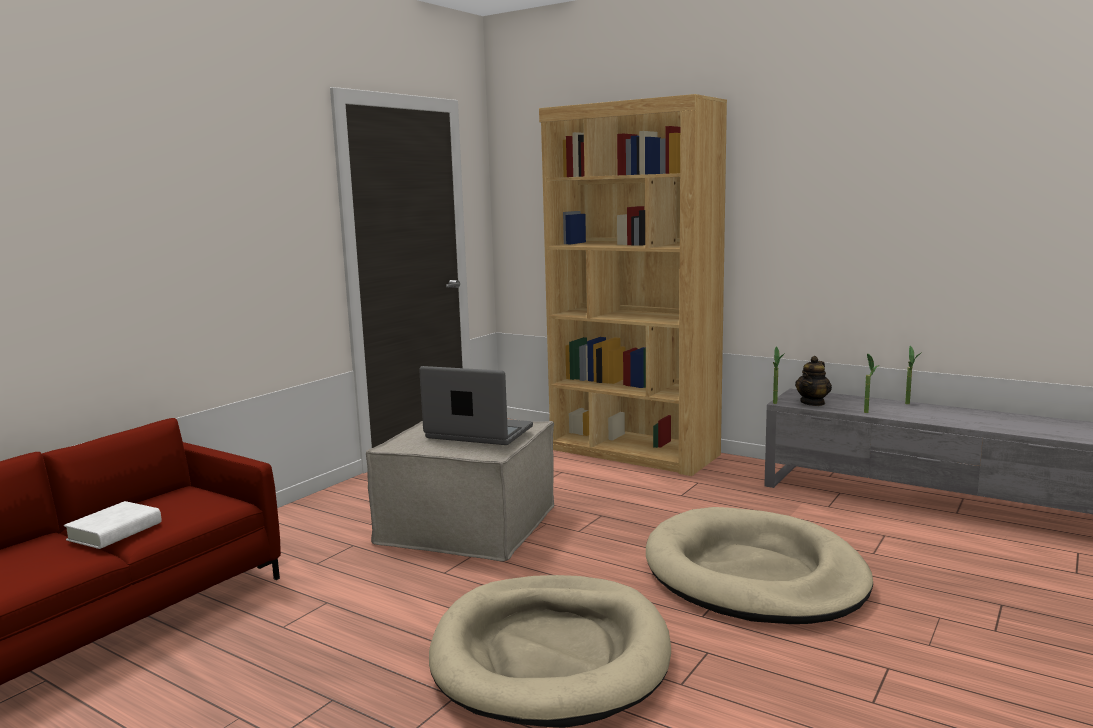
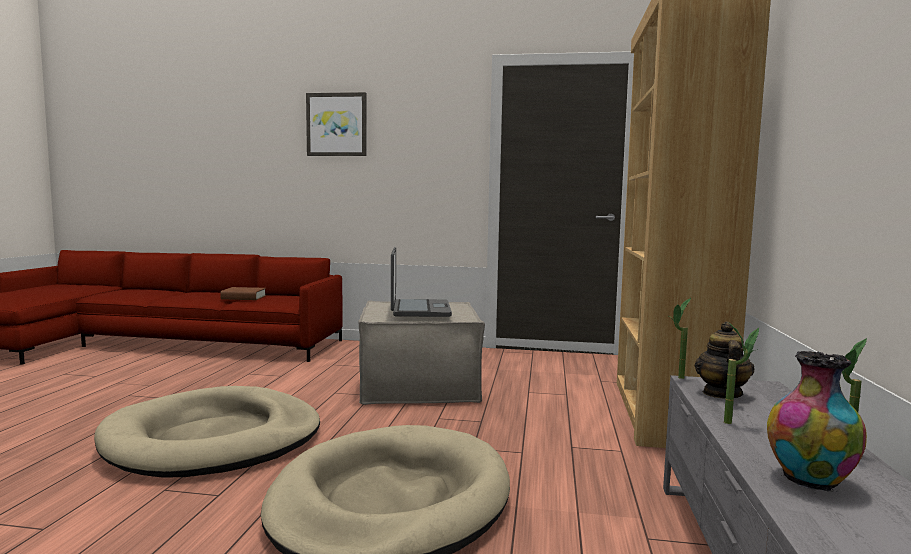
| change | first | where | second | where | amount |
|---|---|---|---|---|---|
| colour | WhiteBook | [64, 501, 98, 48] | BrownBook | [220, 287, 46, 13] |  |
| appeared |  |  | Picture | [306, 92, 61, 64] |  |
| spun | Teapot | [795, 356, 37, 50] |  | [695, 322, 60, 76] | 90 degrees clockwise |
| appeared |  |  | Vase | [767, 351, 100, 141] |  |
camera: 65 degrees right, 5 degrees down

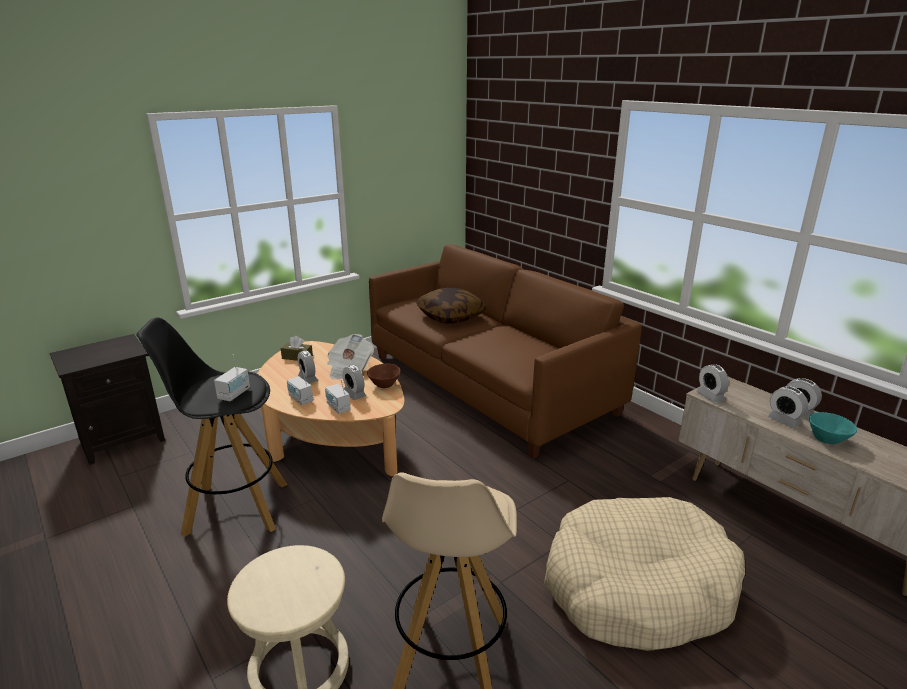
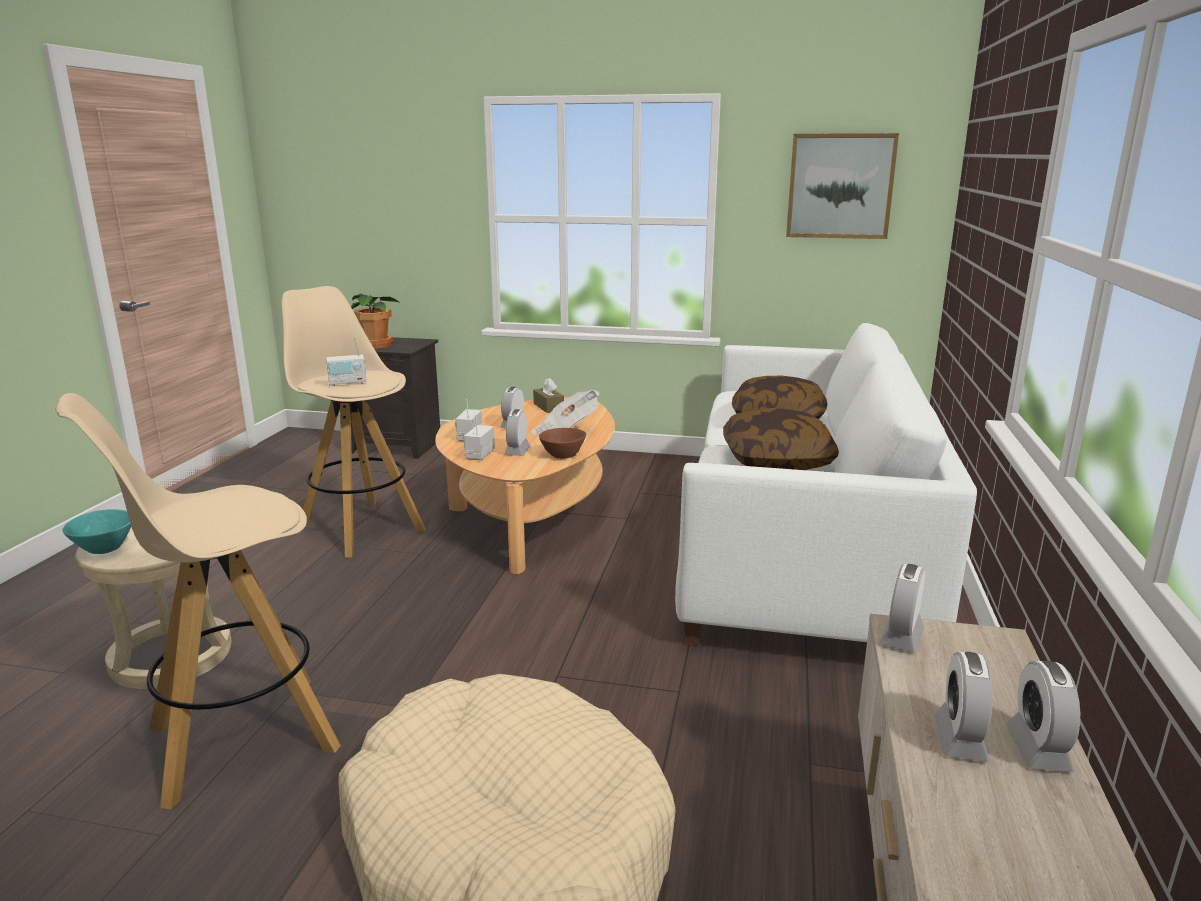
| change | first | where | second | where | amount |
|---|---|---|---|---|---|
| relocated | TurquoiseBowl | [809, 412, 48, 32] |  | [62, 509, 69, 45] |  |
| colour | BlackStool | [136, 317, 152, 220] | BeigeStool | [282, 286, 144, 271] |  |
| appeared |  |  | PottedPlant | [351, 294, 50, 55] |  |
| colour | BrownSofa | [369, 244, 273, 215] | WhiteSofa | [675, 323, 302, 323] |  |
| appeared |  |  | Pillow | [723, 408, 116, 62] |  |
| appeared |  |  | Picture | [786, 133, 113, 106] |  |
camera: 50 degrees right, 5 degrees down

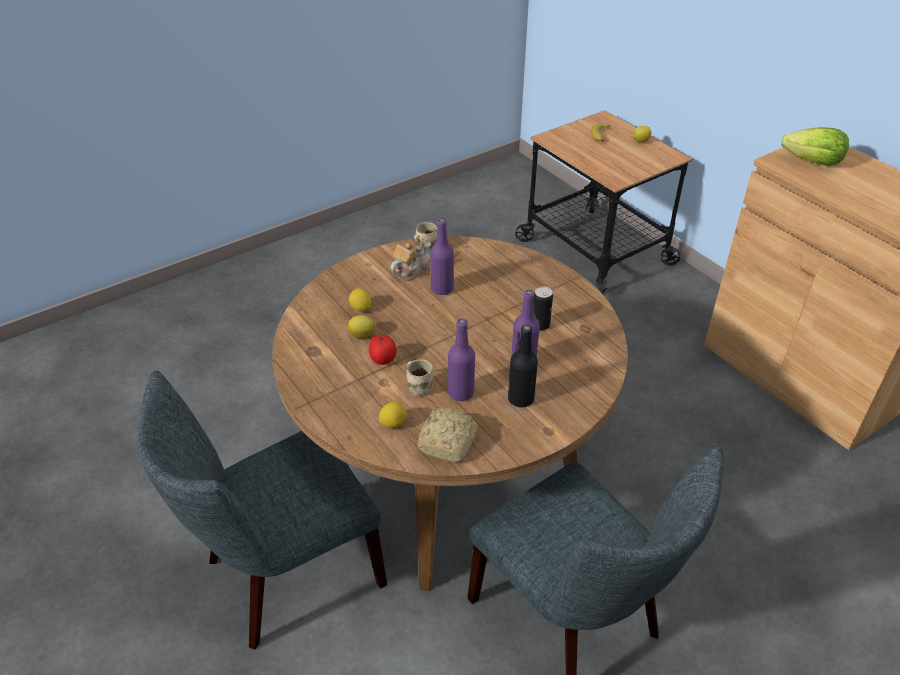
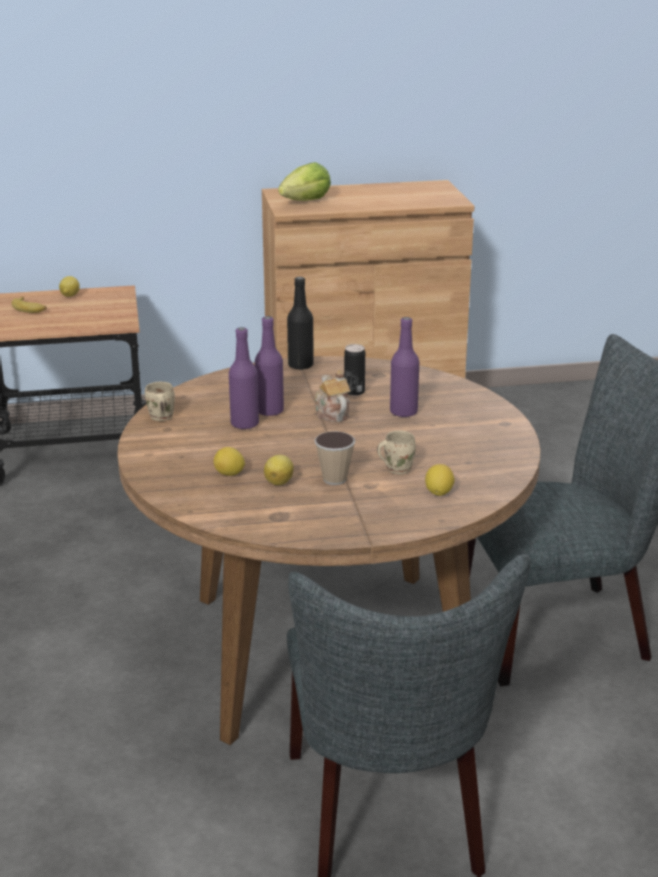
| change | first | where | second | where | amount |
|---|---|---|---|---|---|
| relocated | PurpleBottle | [448, 319, 27, 82] |  | [255, 316, 29, 100] |  |
| relocated | BlackBottle | [508, 325, 30, 83] |  | [287, 277, 27, 93] |  |
| relocated | Teapot | [390, 243, 41, 38] |  | [315, 370, 35, 52] |  |
| exchanged | Tomato | [369, 335, 28, 30] | Cup | [315, 431, 40, 54] |  |
| missing | Bread | [418, 408, 60, 54] |  |  |  |
camera: 65 degrees left, 15 degrees down

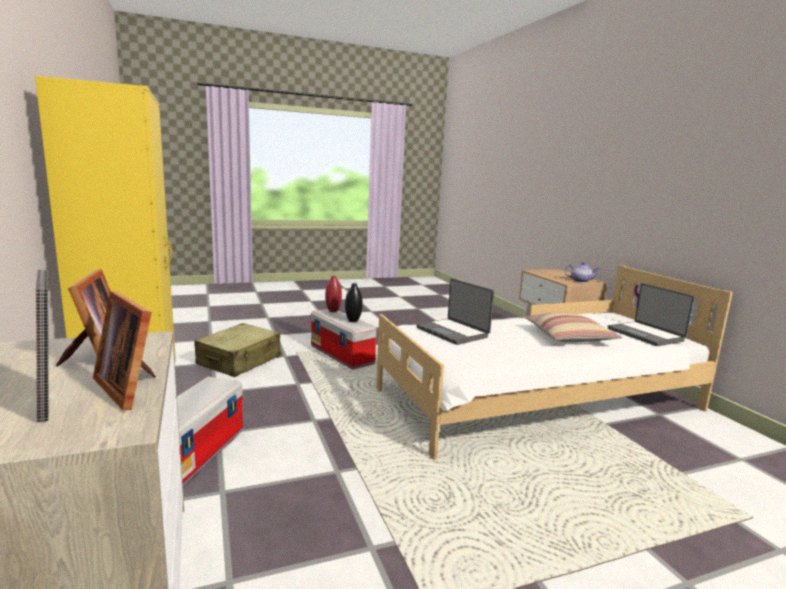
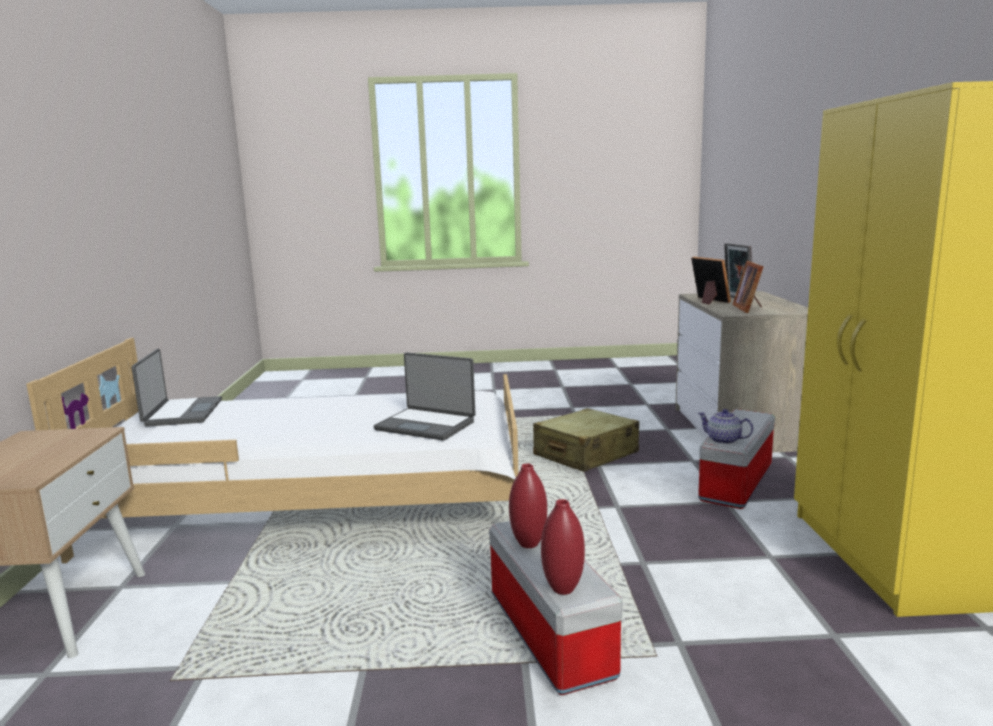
| change | first | where | second | where | amount |
|---|---|---|---|---|---|
| spun | Laptop | [416, 279, 78, 66] |  | [374, 352, 102, 89] | 135 degrees clockwise |
| colour | BlackVase | [345, 283, 18, 39] | RedVase | [509, 463, 38, 85] |  |
| relocated | BeigeSuitcase | [194, 323, 87, 54] |  | [533, 408, 106, 64] |  |
| relocated | Teapot | [565, 262, 35, 21] |  | [698, 409, 55, 35] |  |
| missing | Pillow | [524, 312, 98, 31] |  |  |  |
camera: 160 degrees left, 0 degrees up

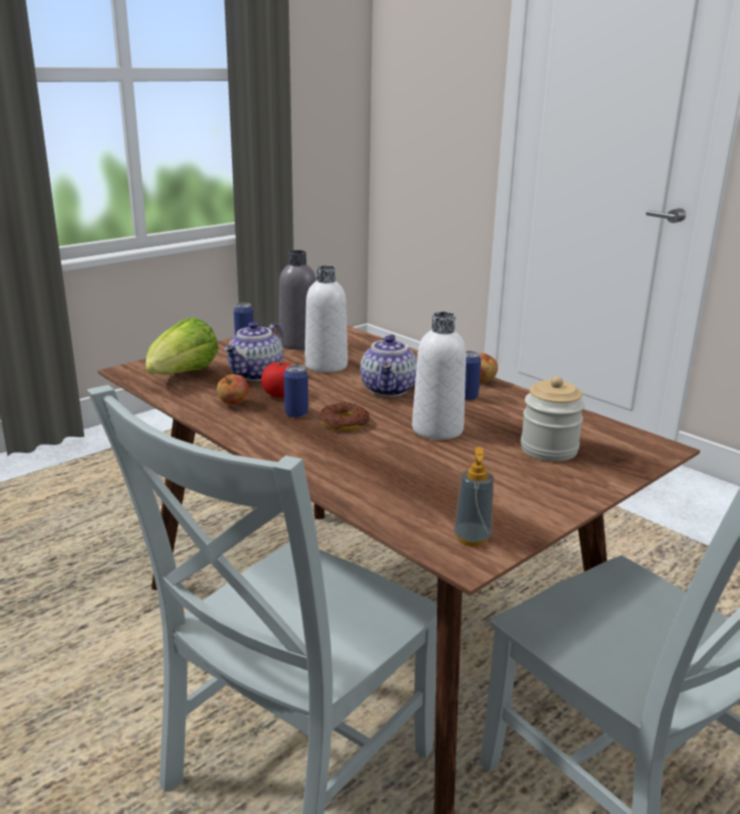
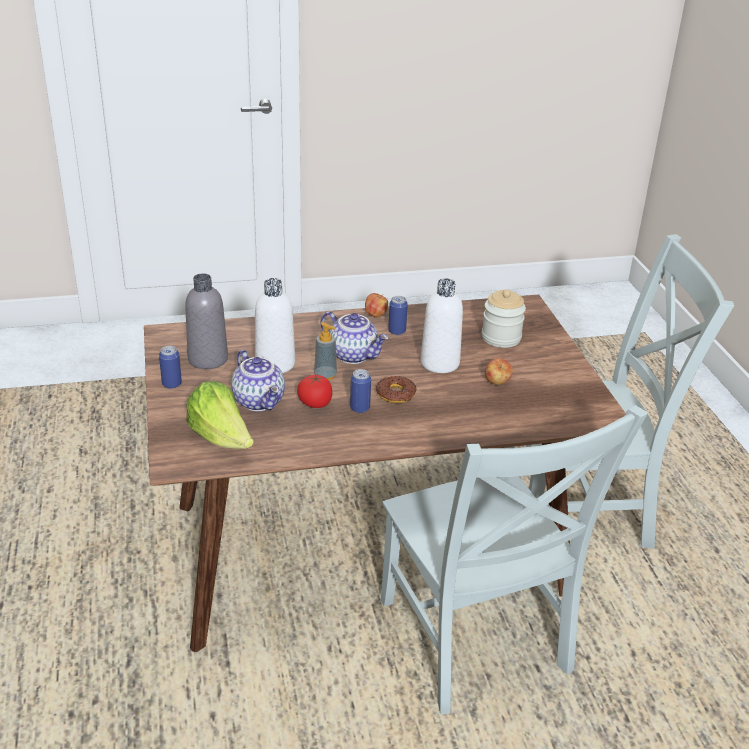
| change | first | where | second | where | amount |
|---|---|---|---|---|---|
| relocated | SoapDispenser | [454, 447, 40, 100] |  | [314, 322, 23, 58] |  |
| relocated | Apple | [217, 374, 32, 31] |  | [485, 358, 28, 27] |  |
camera: 60 degrees left, 10 degrees up

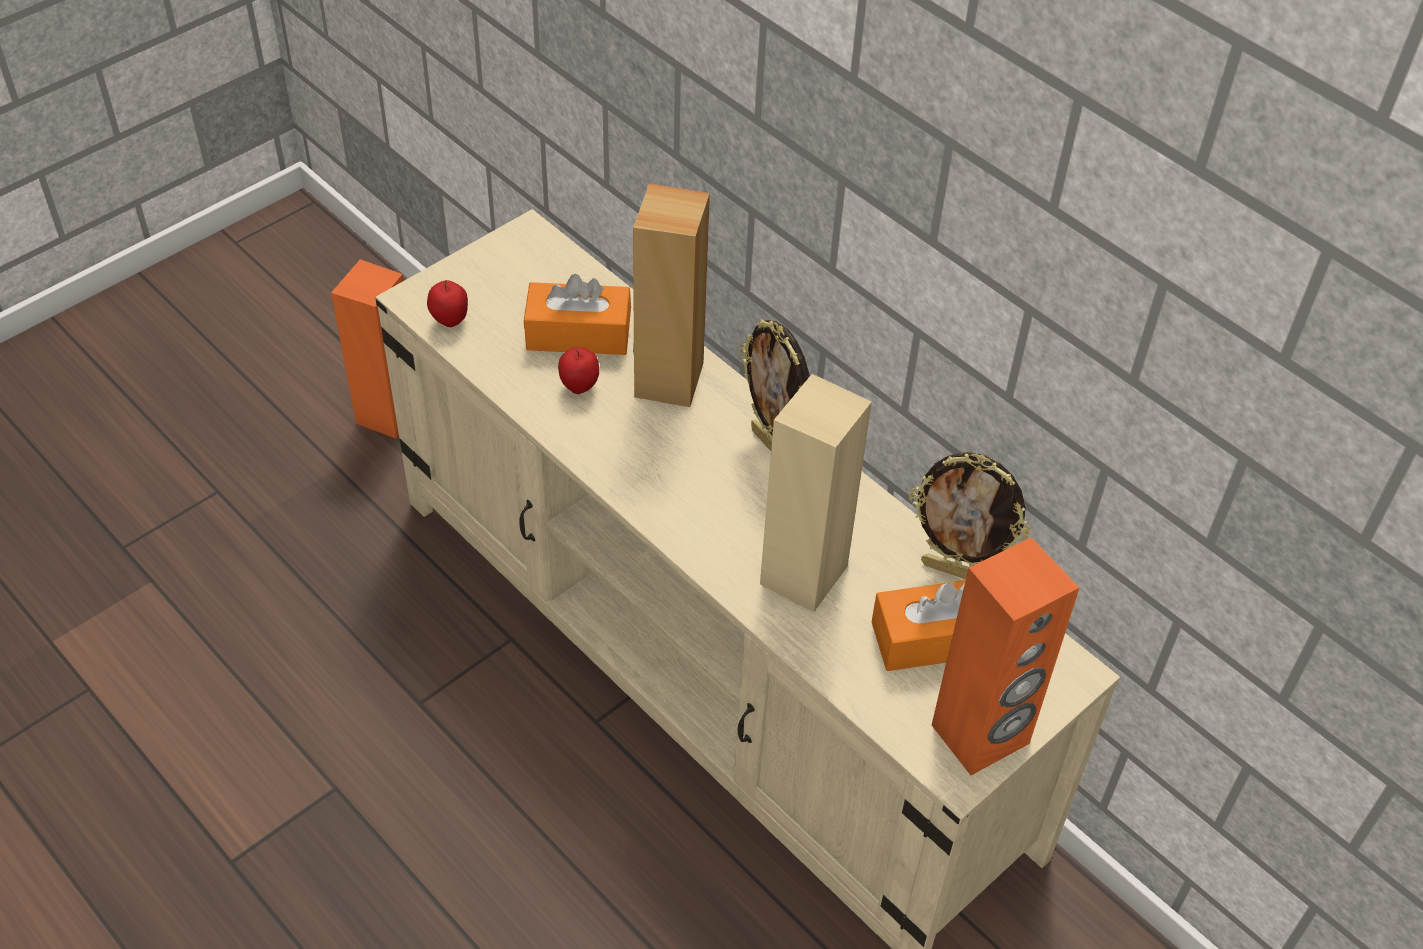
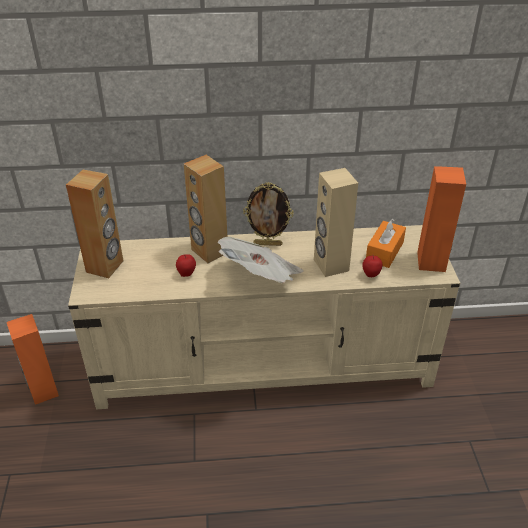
| change | first | where | second | where | amount |
|---|---|---|---|---|---|
| appeared |  |  | BrownSpeaker | [66, 169, 57, 109] |  |
| appeared |  |  | Newspaper | [218, 236, 85, 47] |  |
| relocated | Apple | [427, 280, 41, 47] |  | [362, 255, 20, 22] |  |
| missing | OrangeTissueBox | [524, 274, 107, 81] |  |  |  |
| missing | PictureFrame | [909, 452, 121, 127] |  |  |  |
camera: 50 degrees left, 10 degrees down

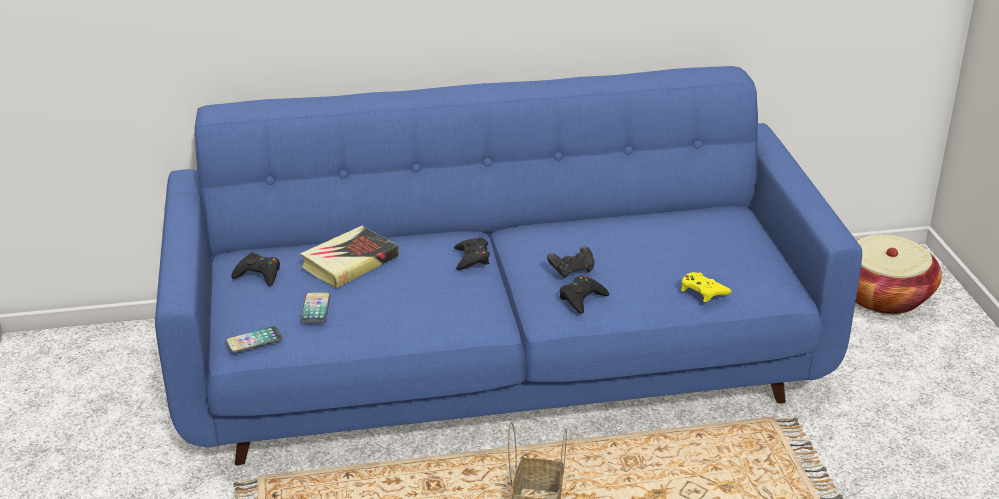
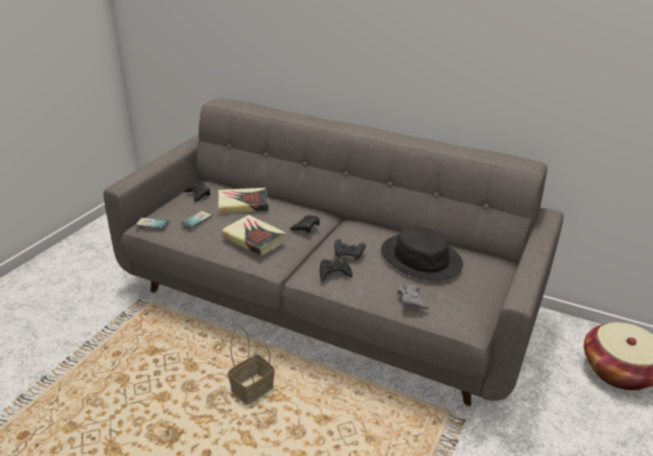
| change | first | where | second | where | amount |
|---|---|---|---|---|---|
| colour | BlueSofa | [155, 66, 707, 399] | GreySofa | [103, 98, 461, 308] |  |
| appeared |  |  | Book | [222, 215, 64, 41] |  |
| appeared |  |  | BlackHat | [381, 227, 82, 53] |  |
| colour | YellowGameController | [681, 272, 51, 30] | GreyGameController | [397, 284, 32, 25] |  |
camera: 35 degrees right, 0 degrees up

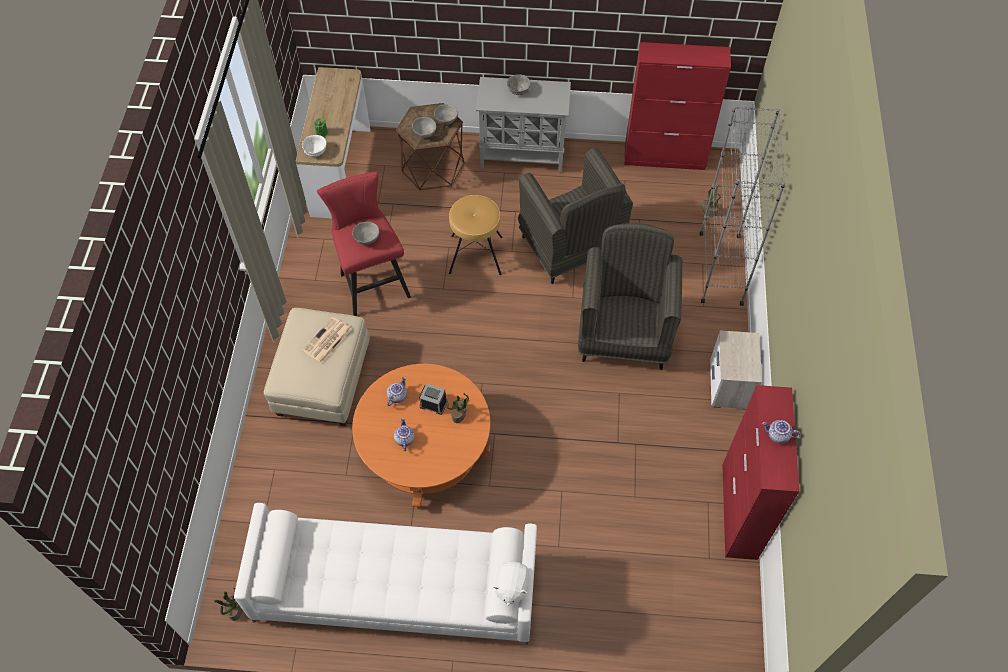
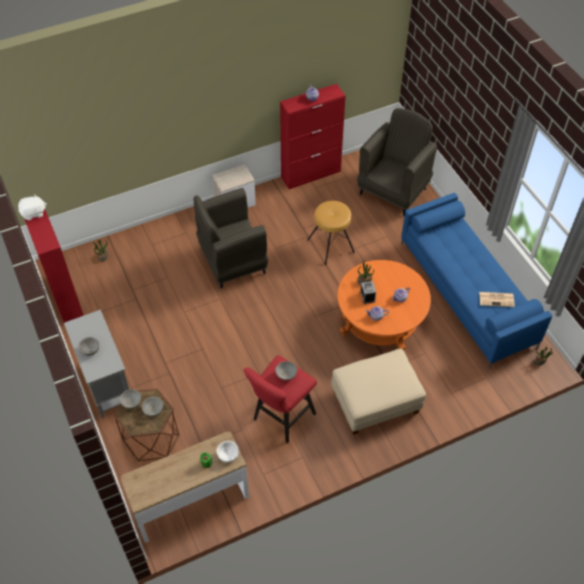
| change | first | where | second | where | amount |
|---|---|---|---|---|---|
| relocated | WhitePlushToy | [493, 561, 36, 45] |  | [18, 194, 29, 26] |  |
| relocated | BrownStool | [449, 195, 54, 80] |  | [307, 201, 48, 64] |  |
| relocated | GreyArmchair | [518, 148, 115, 136] |  | [357, 108, 80, 108] |  |
| colour | WhiteSofa | [234, 503, 303, 142] | BlueSofa | [401, 193, 151, 176] |  |
| relocated | Newspaper | [302, 317, 50, 46] |  | [479, 292, 36, 15] |  |
| missing | GreyBookcase | [700, 106, 86, 200] |  |  |  |
camera: 120 degrees left, 5 degrees down

